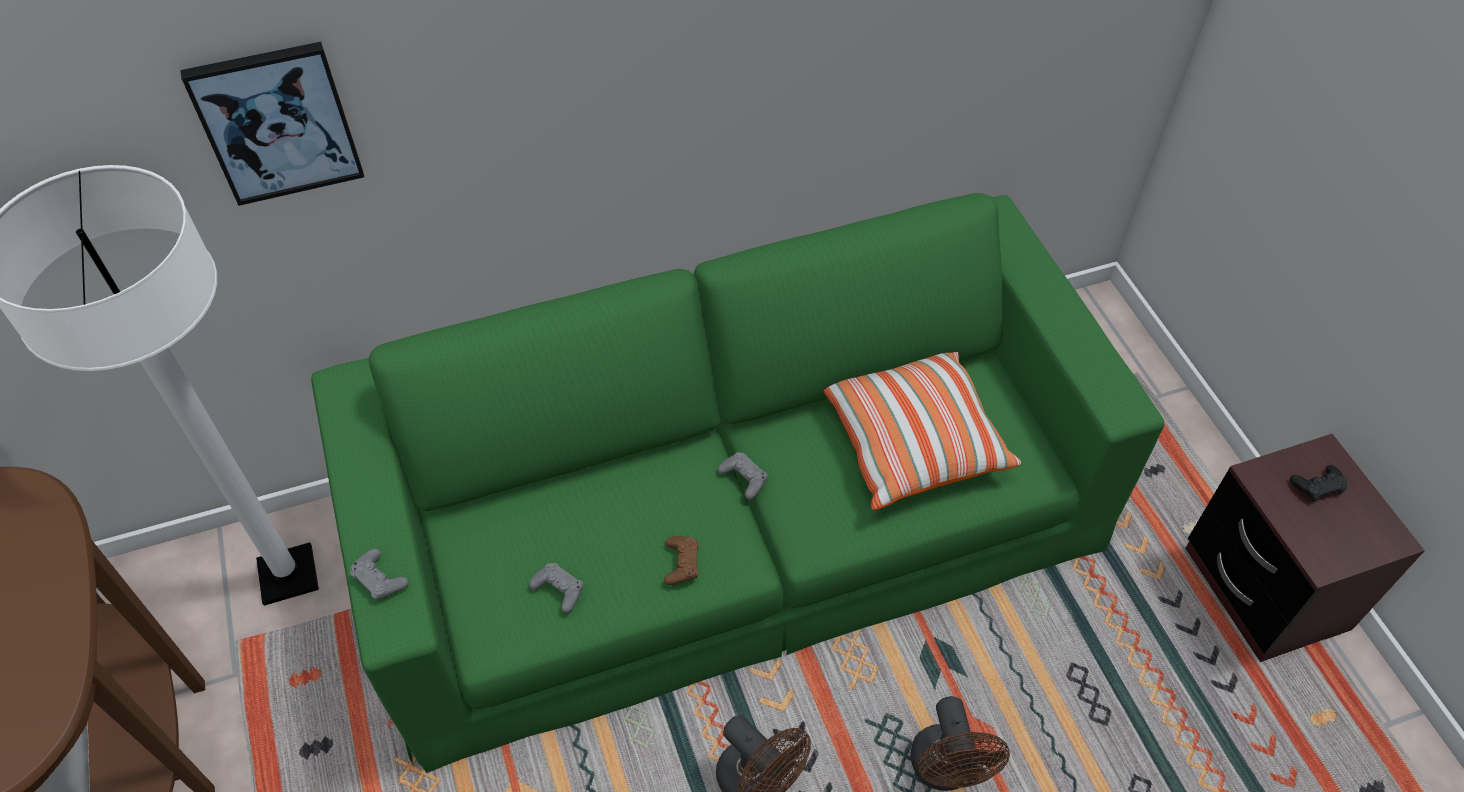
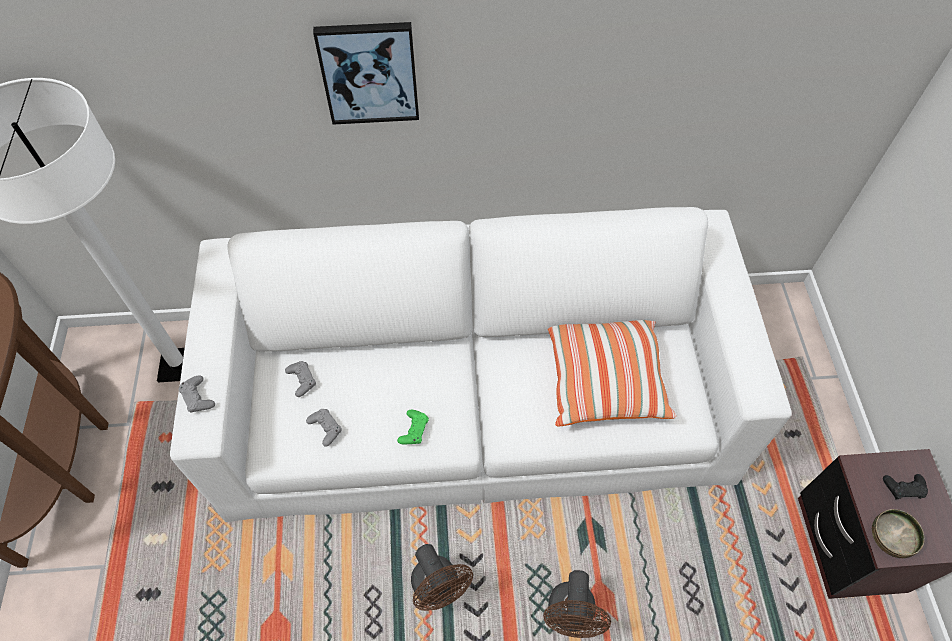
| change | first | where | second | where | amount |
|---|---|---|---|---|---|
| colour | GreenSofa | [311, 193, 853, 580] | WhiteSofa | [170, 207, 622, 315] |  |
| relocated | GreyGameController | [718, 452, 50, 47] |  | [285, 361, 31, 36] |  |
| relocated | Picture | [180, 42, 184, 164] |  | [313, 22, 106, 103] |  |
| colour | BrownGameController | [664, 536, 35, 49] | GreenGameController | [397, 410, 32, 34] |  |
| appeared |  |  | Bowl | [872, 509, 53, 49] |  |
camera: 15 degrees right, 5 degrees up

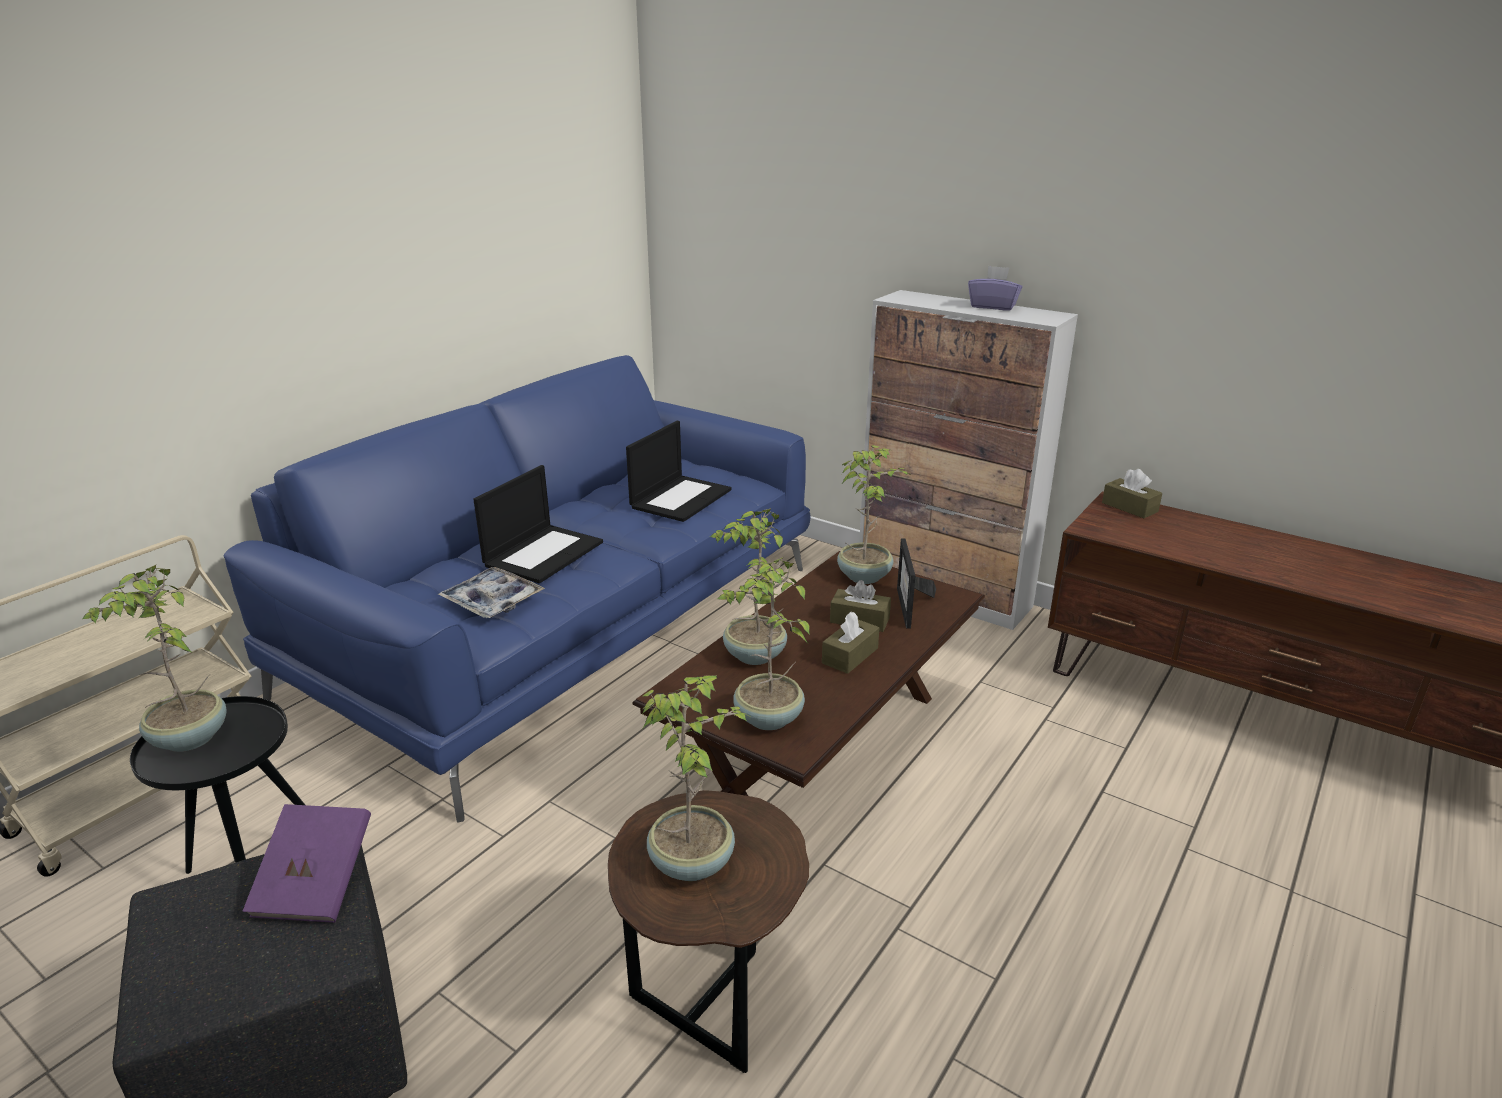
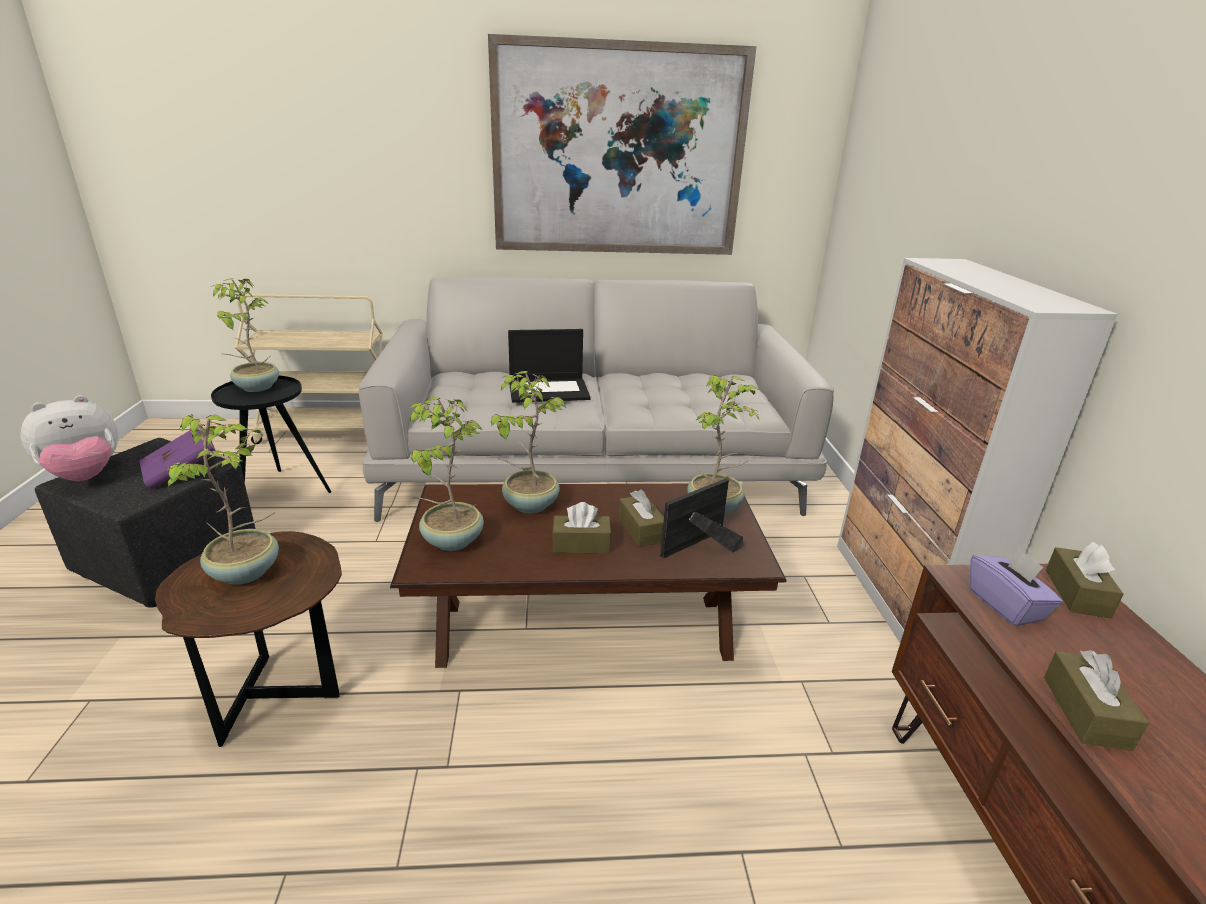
| change | first | where | second | where | amount |
|---|---|---|---|---|---|
| appeared |  |  | PlushToy | [21, 395, 97, 86] |  |
| colour | BlueSofa | [224, 355, 587, 468] | GreySofa | [358, 277, 476, 245] |  |
| appeared |  |  | Picture | [488, 34, 269, 221] |  |
| relocated | PurpleTissueBox | [968, 266, 55, 44] |  | [969, 548, 94, 78] |  |
| appeared |  |  | BrownTissueBox | [1044, 650, 105, 101] |  |
| missing | Tray | [437, 567, 108, 51] |  |  |  |
| missing | Laptop | [626, 421, 106, 101] |  |  |  |
camera: 50 degrees right, 0 degrees up

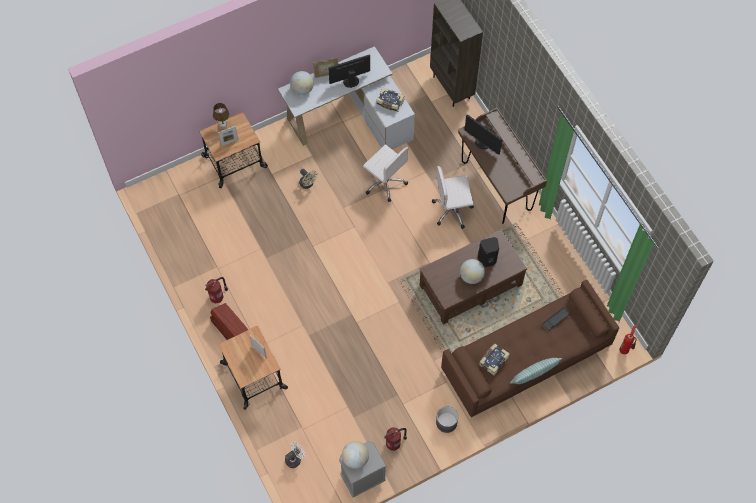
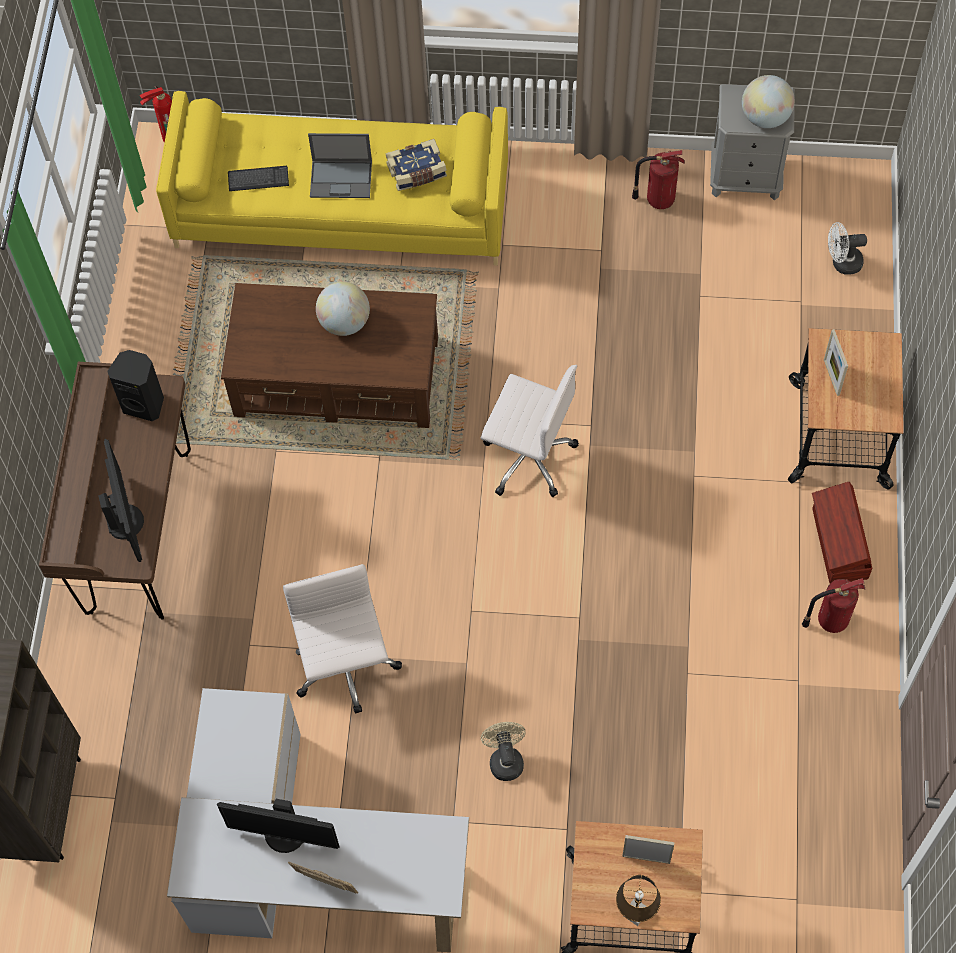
| change | first | where | second | where | amount |
|---|---|---|---|---|---|
| relocated | BlackSpeaker | [478, 237, 21, 30] |  | [107, 350, 57, 71] |  |
| colour | BrownSofa | [441, 279, 178, 140] | YellowSofa | [156, 91, 352, 175] |  |
| appeared |  |  | Laptop | [308, 133, 64, 65] |  |
| relocated | WhiteOfficeChair | [432, 166, 42, 63] |  | [481, 365, 98, 132] |  |
| missing | Globe | [290, 71, 24, 24] |  |  |  |
| missing | Book | [376, 88, 29, 24] |  |  |  |
| missing | GreyPlanter | [436, 406, 22, 27] |  |  |  |
| missing | Pillow | [510, 358, 52, 26] |  |  |  |
camera: 145 degrees left, 0 degrees up

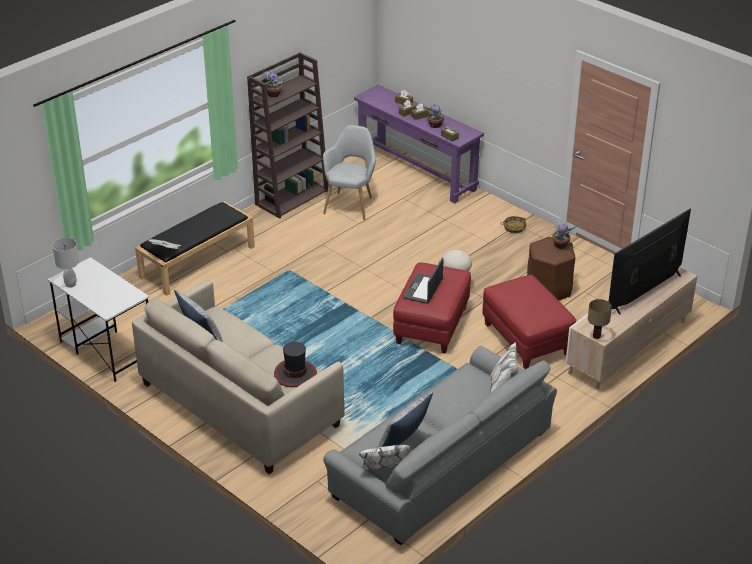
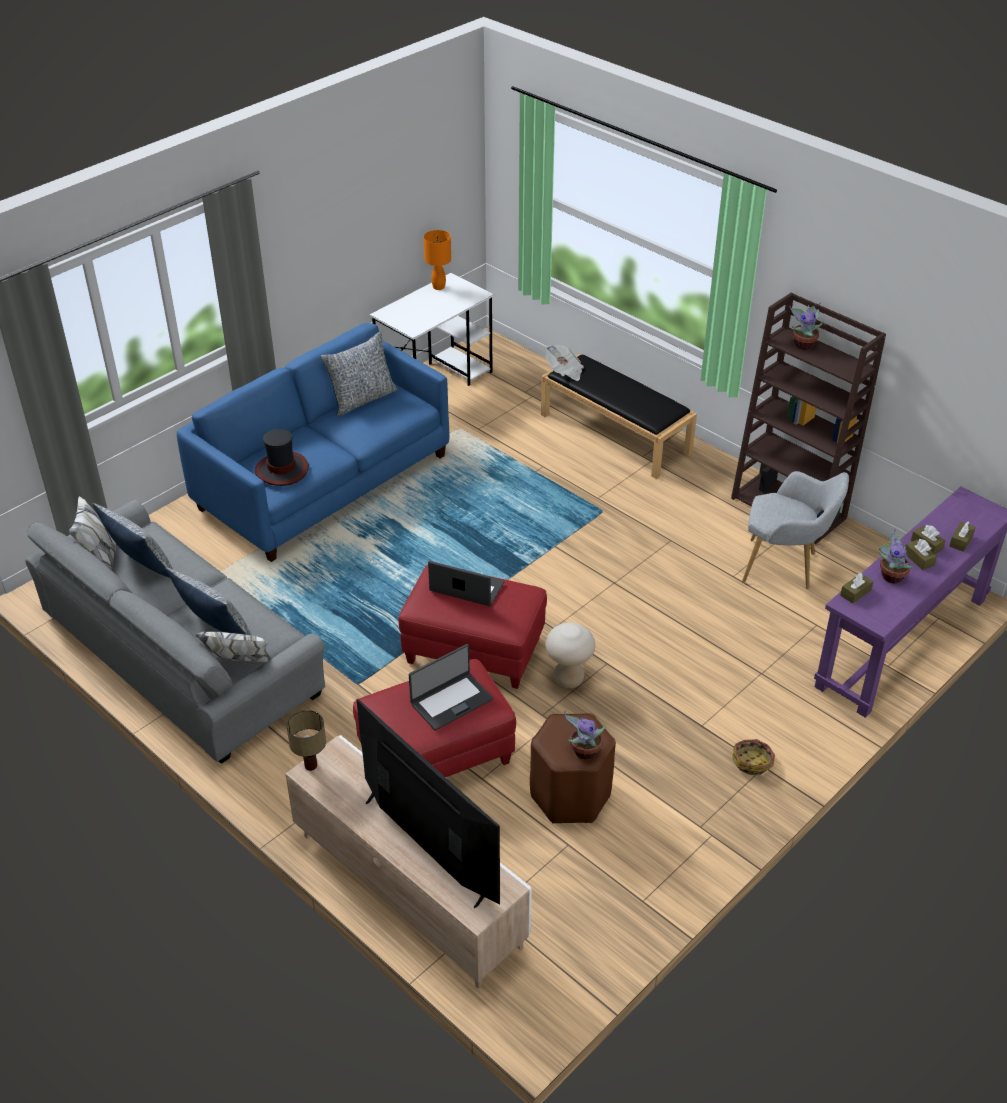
| change | first | where | second | where | amount |
|---|---|---|---|---|---|
| appeared |  |  | Pillow | [165, 567, 87, 69] |  |
| colour | BeigeSofa | [132, 280, 213, 194] | BlueSofa | [177, 323, 272, 239] |  |
| appeared |  |  | Laptop | [409, 644, 84, 87] |  |
| colour | WhiteTableLamp | [53, 238, 26, 50] | OrangeTableLamp | [424, 230, 27, 60] |  |
camera: 90 degrees right, 5 degrees up

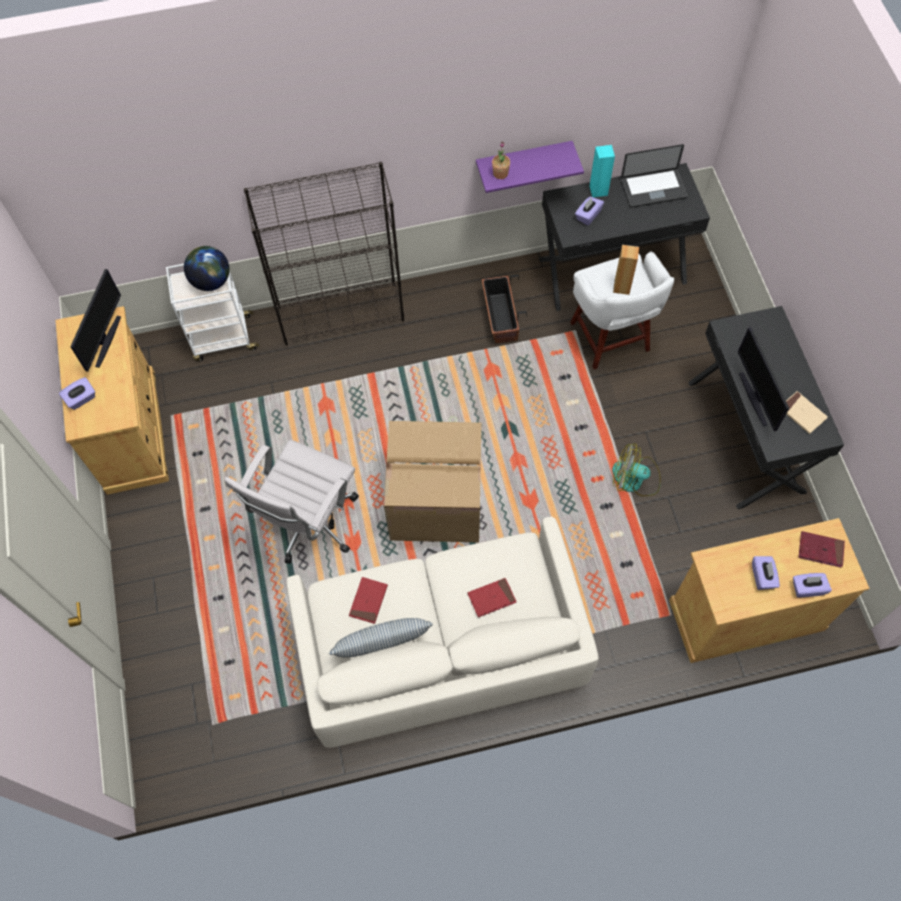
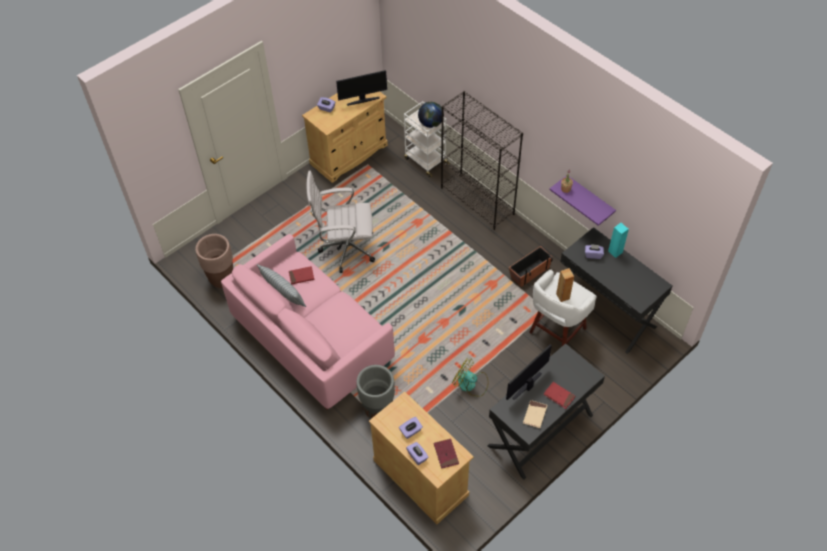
| change | first | where | second | where | amount |
|---|---|---|---|---|---|
| appeared |  |  | BrownPlanter | [195, 234, 38, 54] |  |
| colour | WhiteSofa | [287, 517, 312, 231] | PinkSofa | [221, 234, 174, 176] |  |
| appeared |  |  | GreyPlanter | [356, 365, 39, 54] |  |
| spun | Fan | [612, 443, 49, 53] |  | [452, 358, 37, 39] | 45 degrees counterclockwise |
| relocated | RedBook | [468, 578, 48, 39] |  | [544, 382, 31, 27] |  |
| missing | CardboardBox | [384, 421, 97, 121] |  |  |  |
| missing | Laptop | [621, 144, 67, 64] |  |  |  |
camera: 60 degrees right, 10 degrees down

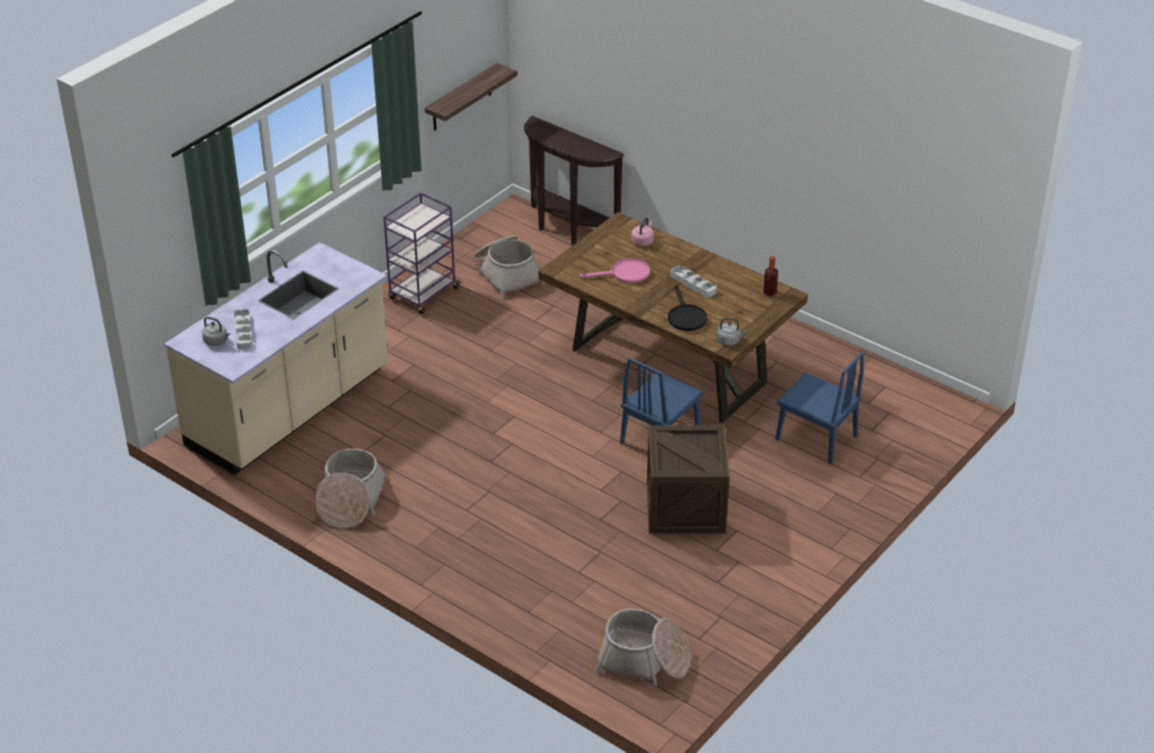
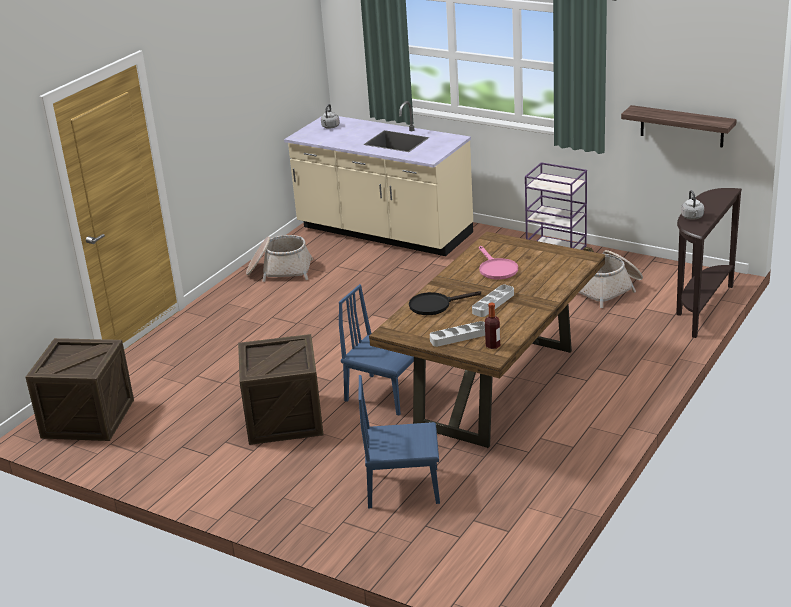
| change | first | where | second | where | amount |
|---|---|---|---|---|---|
| exchanged | Basket | [595, 609, 96, 77] | Crate | [25, 338, 109, 103] |  |
| spun | BlueChair | [776, 351, 88, 113] |  | [359, 375, 81, 133] | 60 degrees clockwise |
| relocated | GreyTray | [234, 309, 19, 41] |  | [430, 321, 55, 26] |  |
| relocated | GreyKettle | [717, 318, 31, 28] |  | [681, 190, 23, 30] |  |
| missing | PinkKettle | [631, 217, 23, 29] |  |  |  |
camera: 85 degrees right, 10 degrees down

